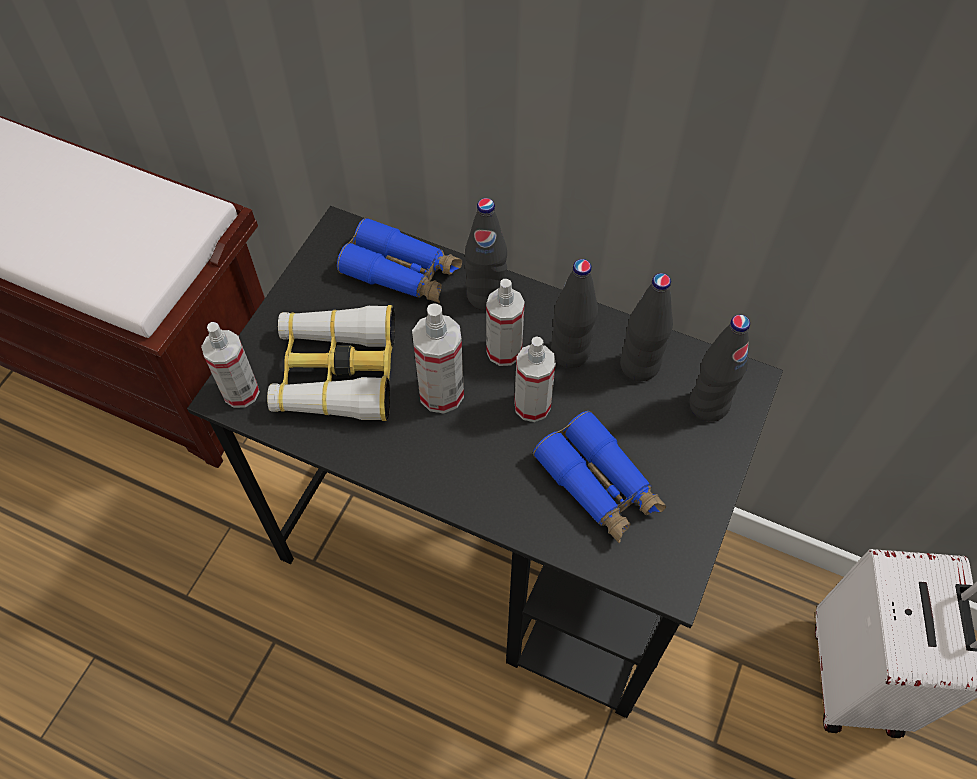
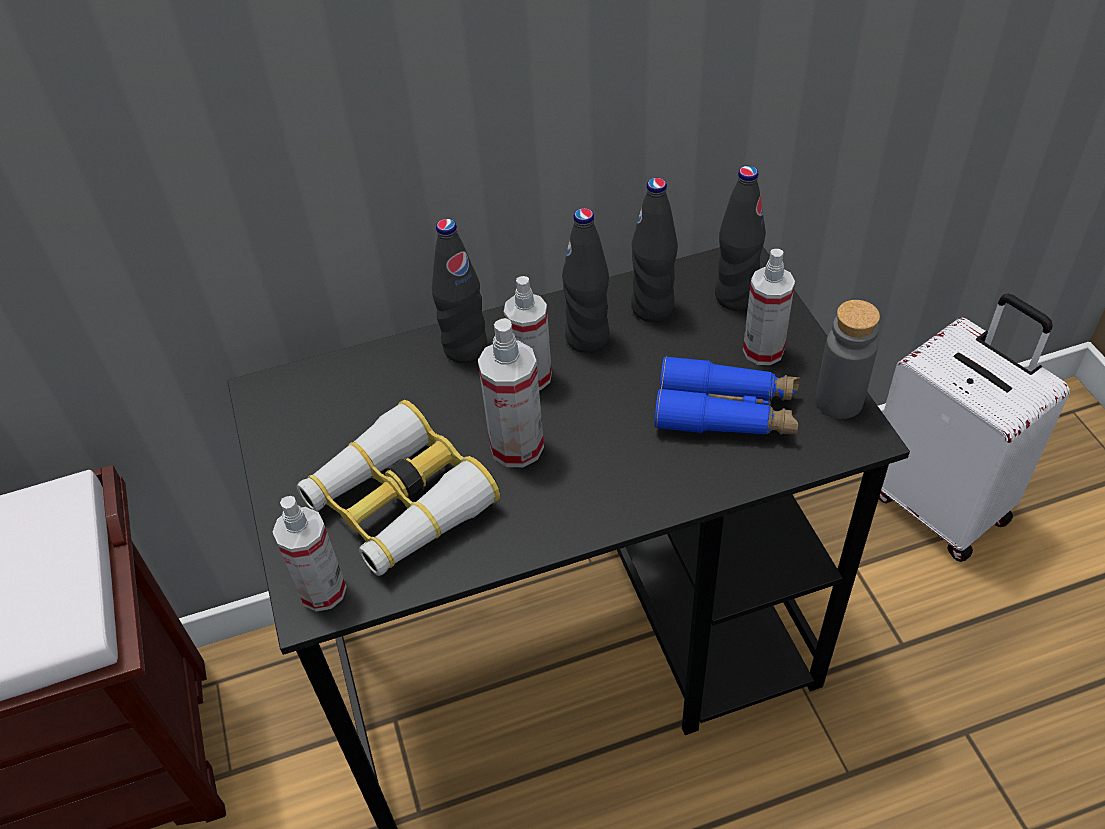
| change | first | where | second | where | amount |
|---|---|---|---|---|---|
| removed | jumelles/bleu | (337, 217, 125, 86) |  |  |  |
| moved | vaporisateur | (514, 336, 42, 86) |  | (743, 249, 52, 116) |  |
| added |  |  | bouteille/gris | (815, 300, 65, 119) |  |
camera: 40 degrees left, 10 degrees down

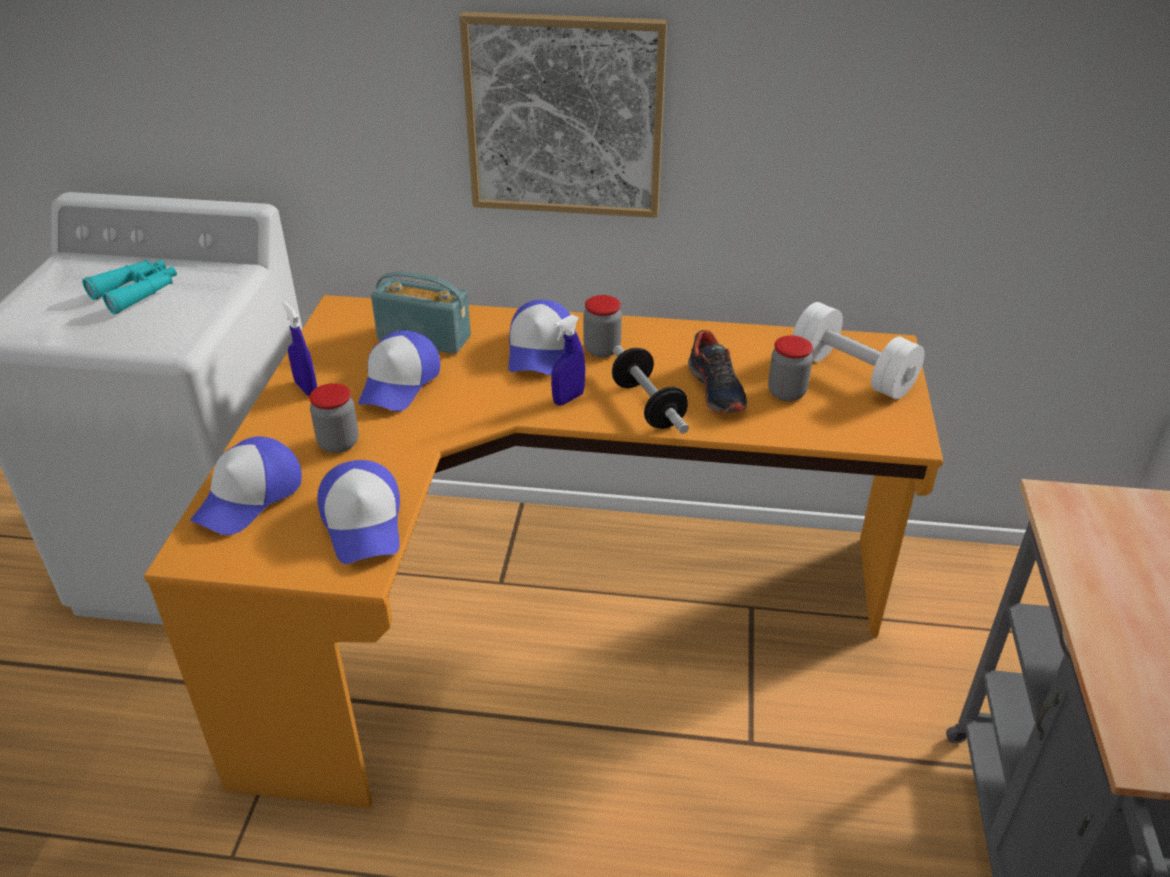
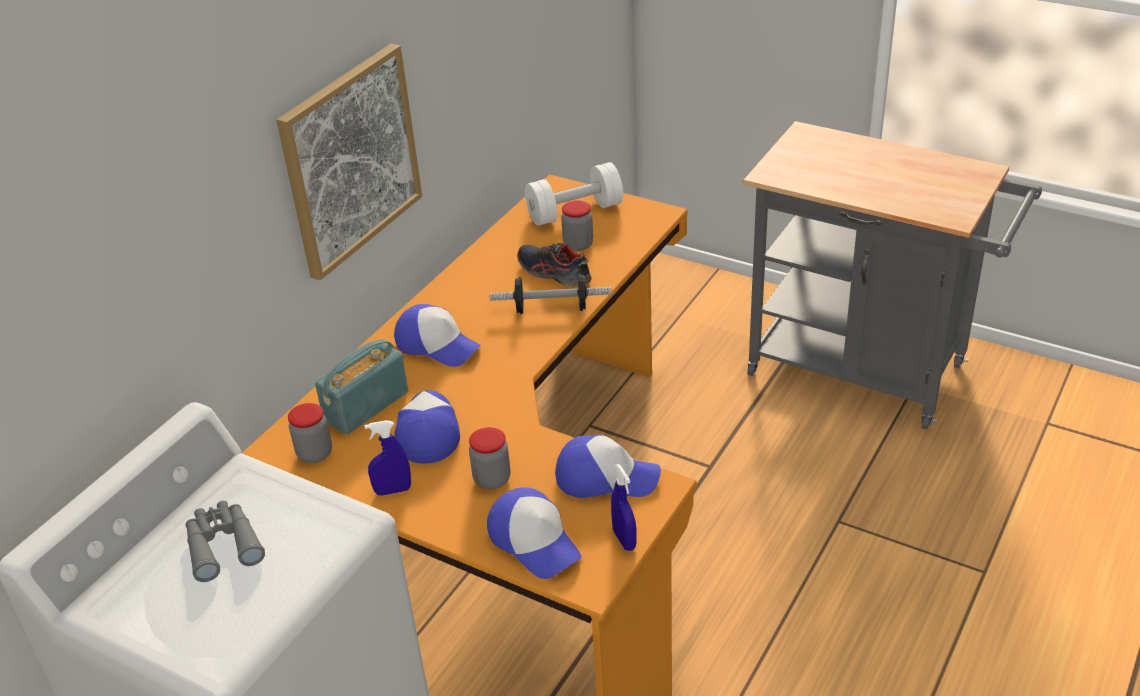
| change | first | where | second | where | amount |
|---|---|---|---|---|---|
| recoloured | jumelles/turquoise | (82, 260, 95, 55) | jumelles/gris | (186, 501, 79, 81) |  |
| turned | casquette | (358, 330, 82, 81) |  | (394, 390, 66, 74) | 135 degrees counterclockwise |
| moved | vaporisateur/bleu | (551, 315, 34, 90) |  | (611, 464, 26, 87) |  |
| moved | bocal | (584, 295, 38, 62) |  | (288, 403, 44, 60) |  |
| turned | chaussure | (688, 330, 59, 83) |  | (517, 243, 75, 43) | 150 degrees counterclockwise |
camera: 65 degrees left, 0 degrees up

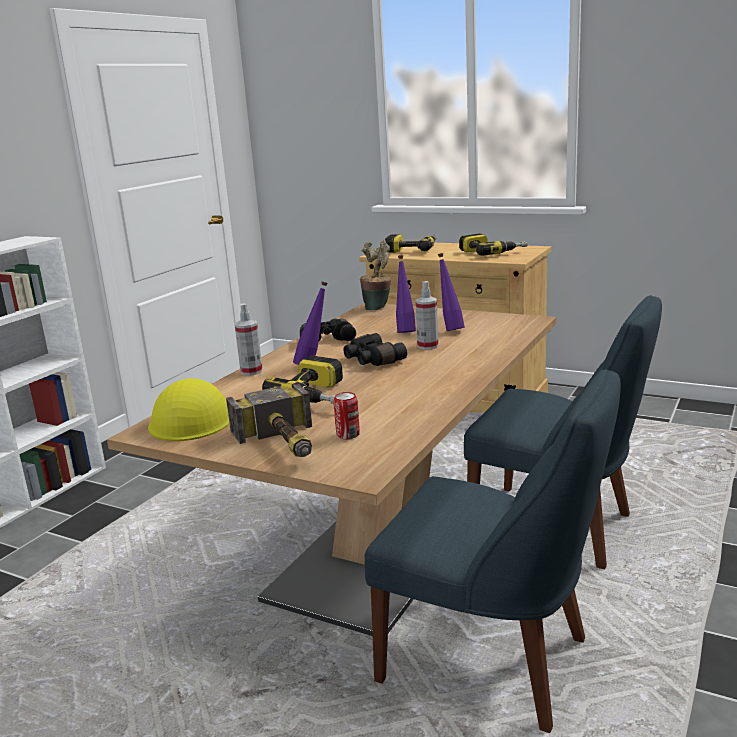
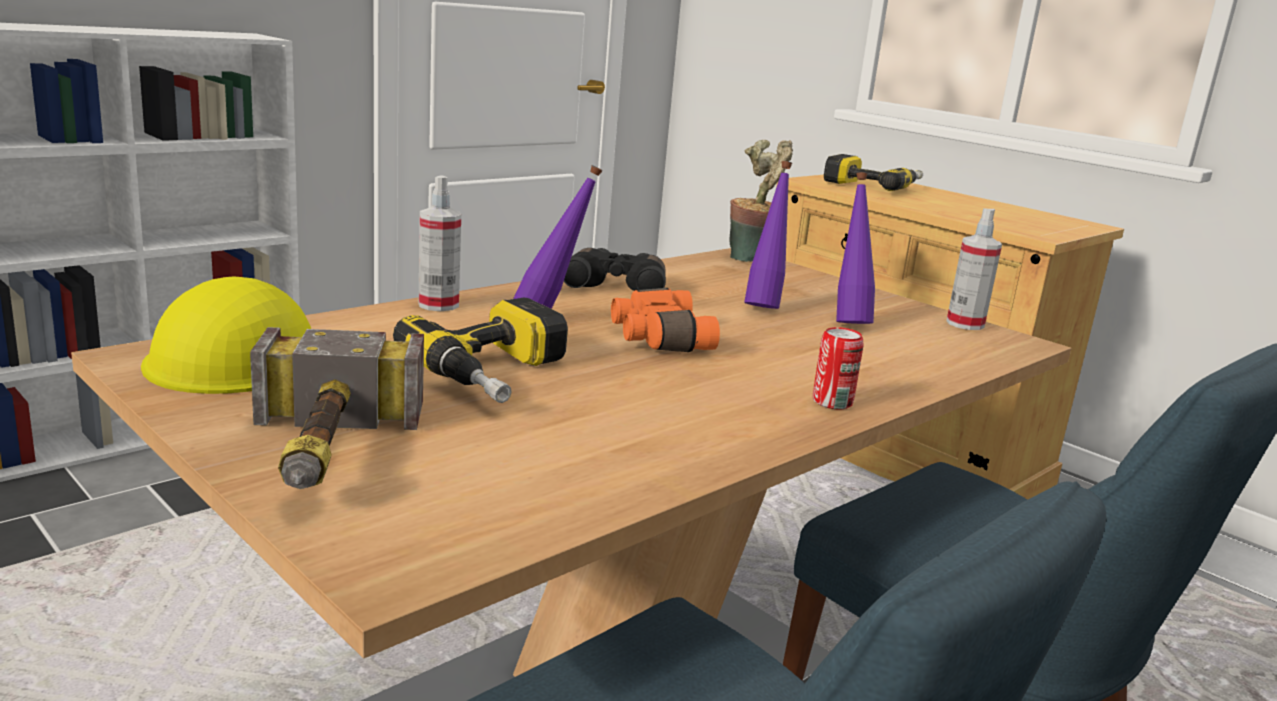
| change | first | where | second | where | amount |
|---|---|---|---|---|---|
| moved | boîte métallique | (334, 392, 26, 47) |  | (813, 327, 51, 82) |  |
| recoloured | jumelles/noir | (343, 333, 64, 33) | jumelles/orange | (611, 288, 109, 64) |  |
| moved | vaporisateur | (416, 281, 22, 69) |  | (946, 208, 56, 122) |  |
| removed | perceuse | (459, 233, 69, 23) |  |  |  |
camera: 15 degrees right, 0 degrees up

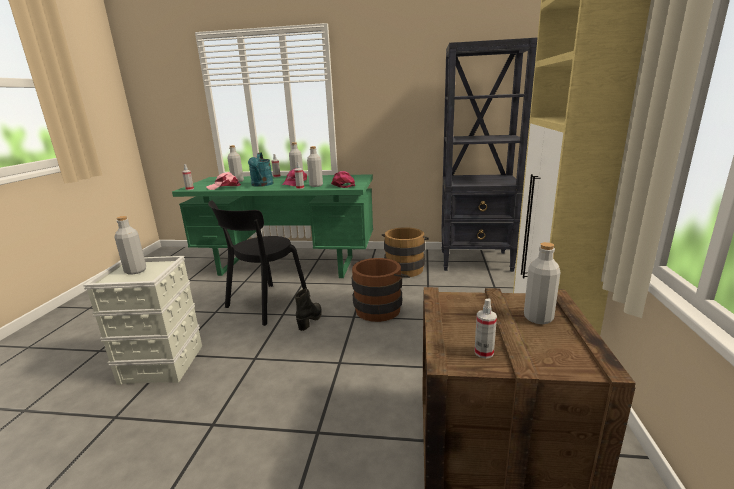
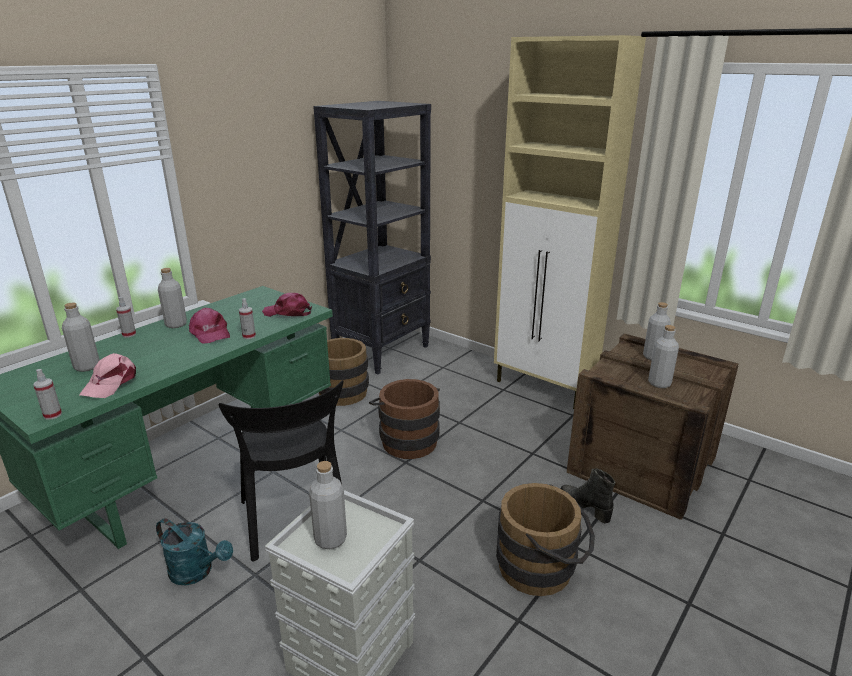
| change | first | where | second | where | amount |
|---|---|---|---|---|---|
| moved | arrosoir/turquoise | (248, 153, 26, 34) |  | (156, 518, 77, 67) |  |
| moved | botte/noir | (295, 289, 27, 42) |  | (560, 468, 56, 55) |  |
| moved | bouteille/gris | (307, 146, 16, 41) |  | (648, 325, 31, 63) |  |
| removed | vaporisateur | (474, 299, 23, 60) |  |  |  |
| added |  |  | seau/marron | (496, 483, 99, 113) |  |
camera: 60 degrees left, 5 degrees up

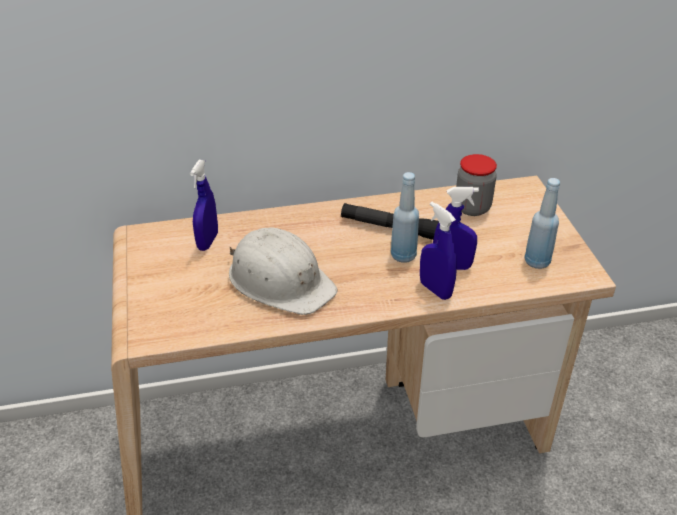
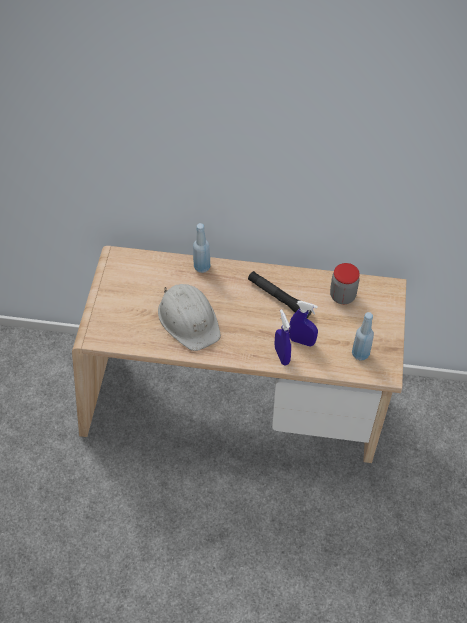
| change | first | where | second | where | amount |
|---|---|---|---|---|---|
| removed | vaporisateur/bleu | (190, 160, 28, 91) |  |  |  |
| moved | bouteille/bleu | (391, 172, 28, 91) |  | (193, 223, 18, 50) |  |
camera: 20 degrees right, 15 degrees up

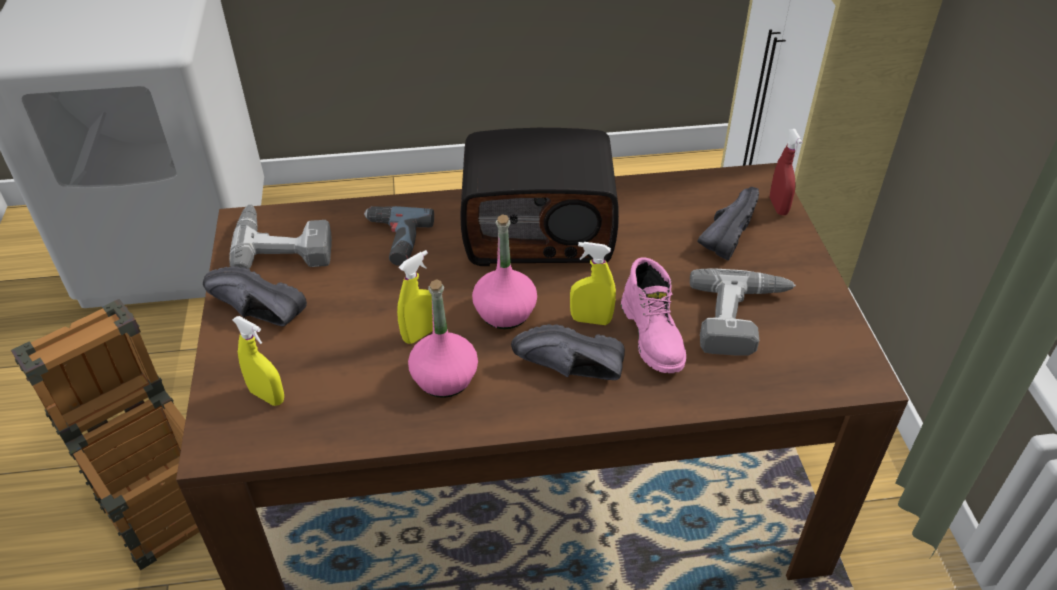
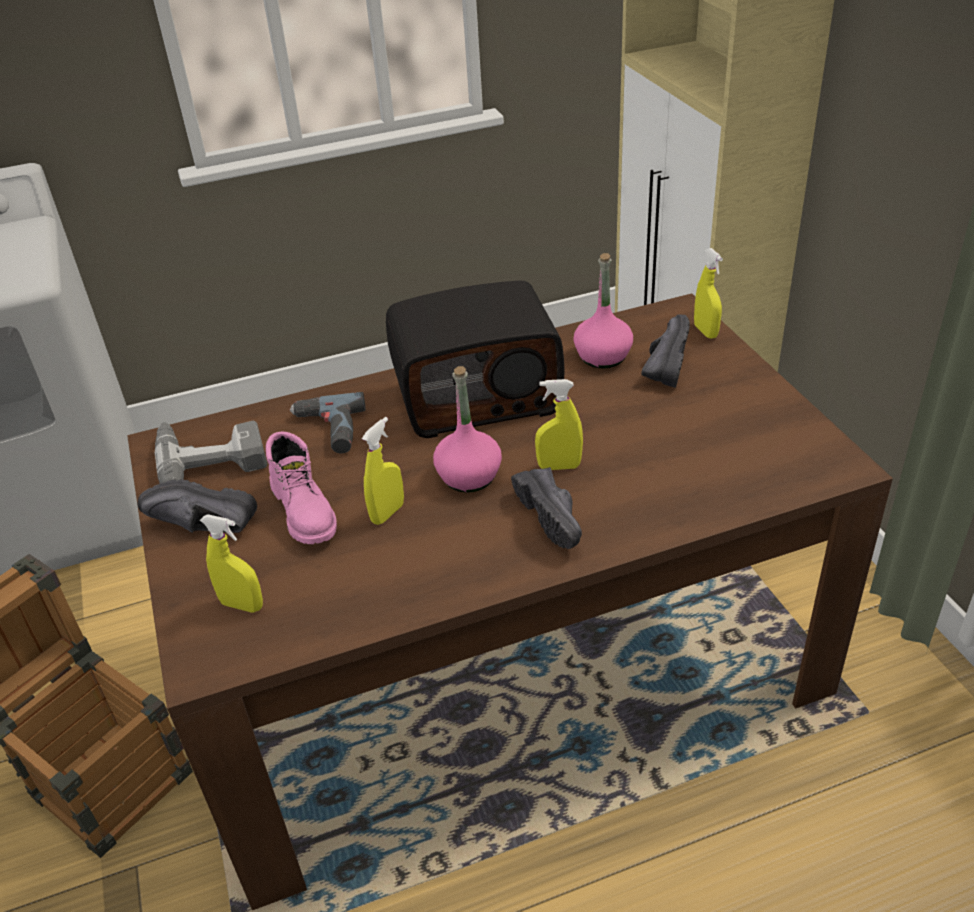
| change | first | where | second | where | amount |
|---|---|---|---|---|---|
| moved | bouteille/rose | (408, 279, 70, 119) |  | (573, 253, 60, 115) |  |
| turned | chaussure/noir | (511, 324, 114, 56) |  | (511, 467, 71, 82) | 105 degrees counterclockwise |
| moved | botte/rose | (621, 258, 65, 115) |  | (266, 432, 71, 112) |  |
| removed | perceuse | (690, 268, 106, 88) |  |  |  |
| recoloured | vaporisateur/rouge | (770, 129, 33, 86) | vaporisateur/jaune | (694, 248, 29, 91) |  |
camera: 10 degrees left, 5 degrees down

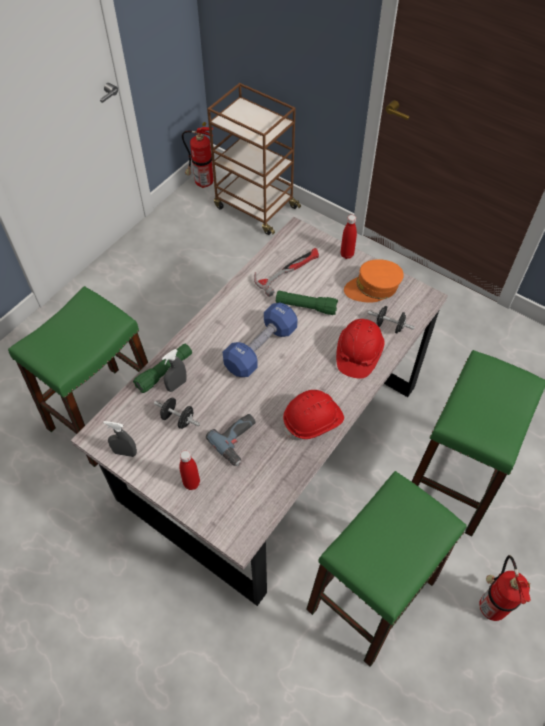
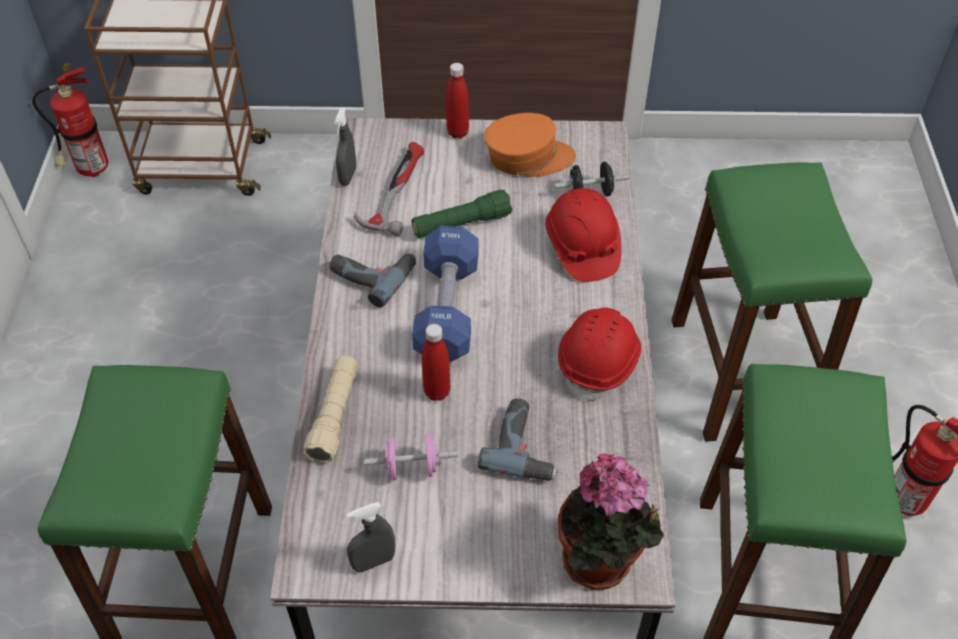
| change | first | where | second | where | amount |
|---|---|---|---|---|---|
| recoloured | lampe de poche/vert | (133, 344, 59, 49) | lampe de poche/beige | (304, 356, 54, 108) |  |
| recoloured | haltère/noir | (154, 398, 46, 31) | haltère/rose | (364, 434, 94, 46) |  |
| moved | vaporisateur/gris | (161, 349, 26, 43) |  | (334, 107, 22, 79) |  |
| moved | bouteille/rouge | (180, 450, 20, 40) |  | (422, 324, 28, 77) |  |
| turned | casquette/orange | (344, 259, 60, 44) |  | (484, 113, 92, 64) | 135 degrees counterclockwise |
| added |  |  | perceuse | (329, 253, 87, 55) |  |
| added |  |  | plante en pot | (558, 453, 106, 137) |  |
camera: 35 degrees left, 5 degrees down

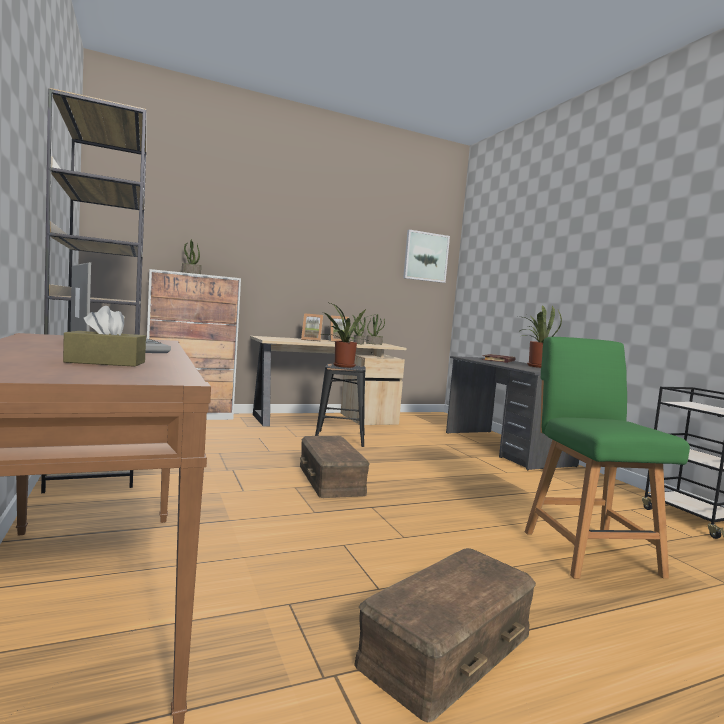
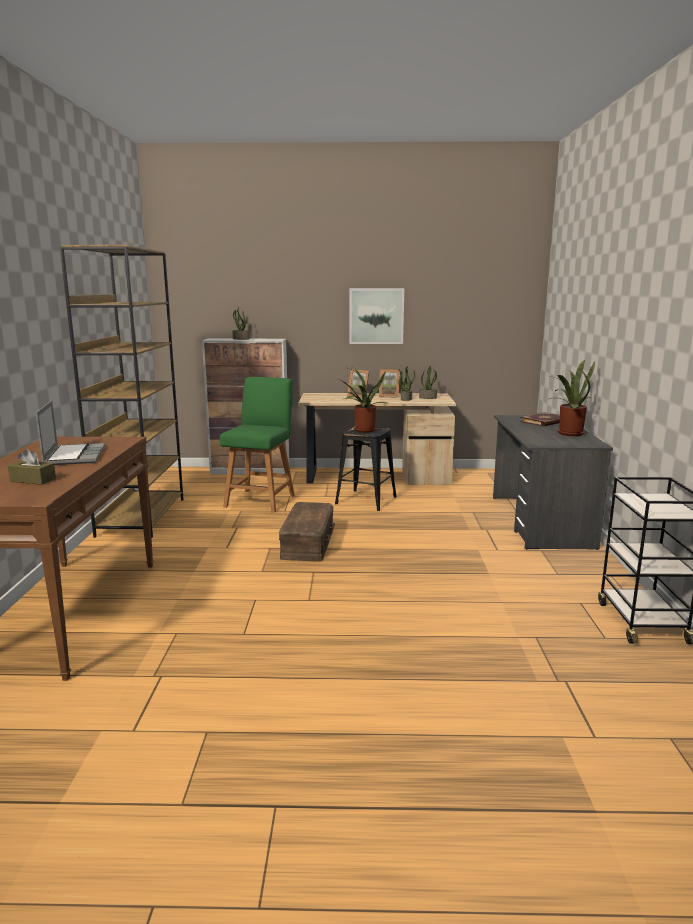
| change | first | where | second | where | amount |
|---|---|---|---|---|---|
| removed | boîte de rangement/marron | (354, 548, 182, 175) |  |  |  |
| moved | tableau | (403, 230, 47, 53) |  | (349, 288, 55, 56) |  |
| moved | chaise/vert | (525, 337, 165, 242) |  | (220, 377, 75, 136) |  |
camera: 25 degrees right, 10 degrees up

